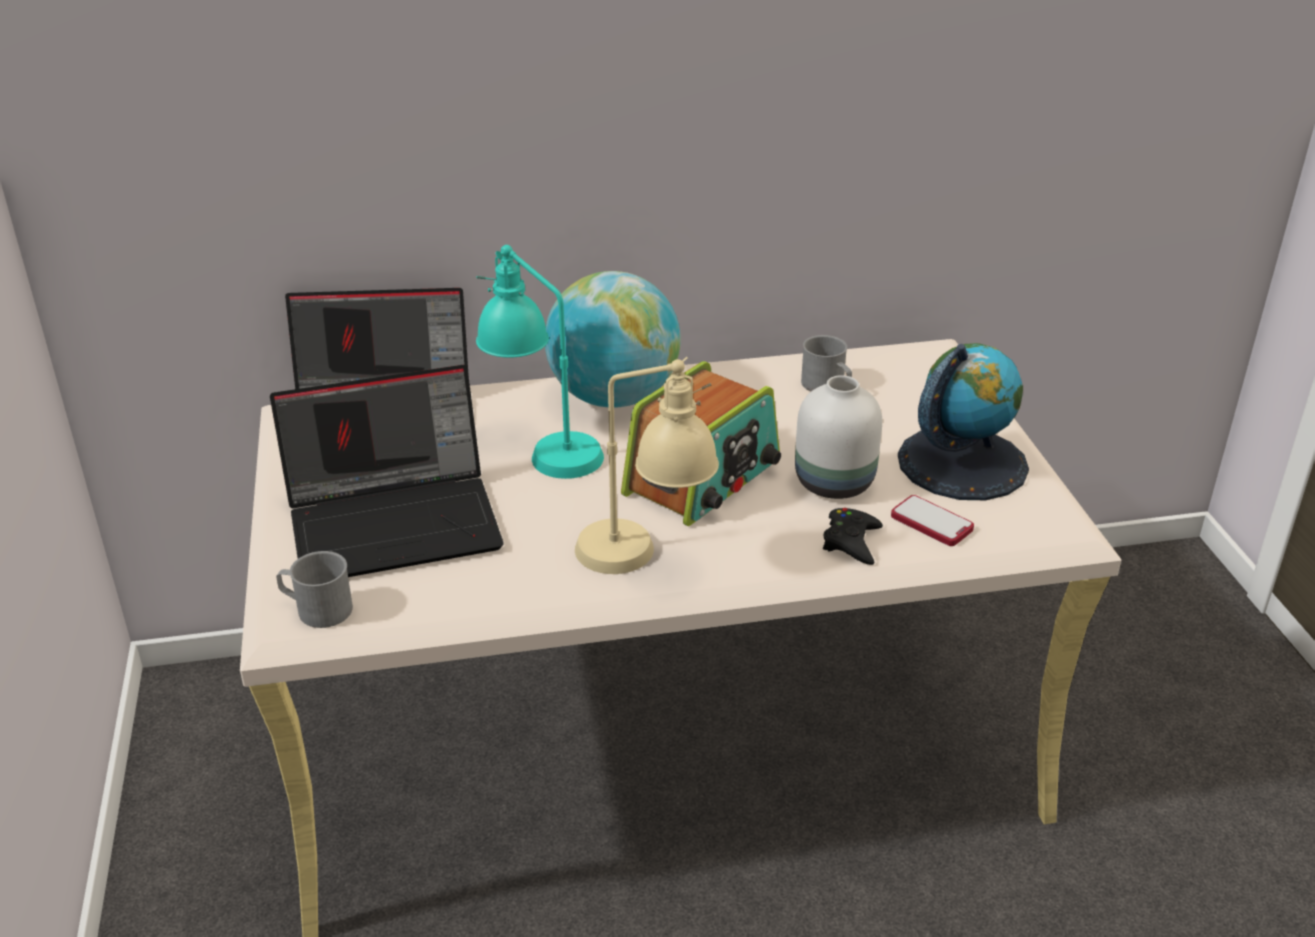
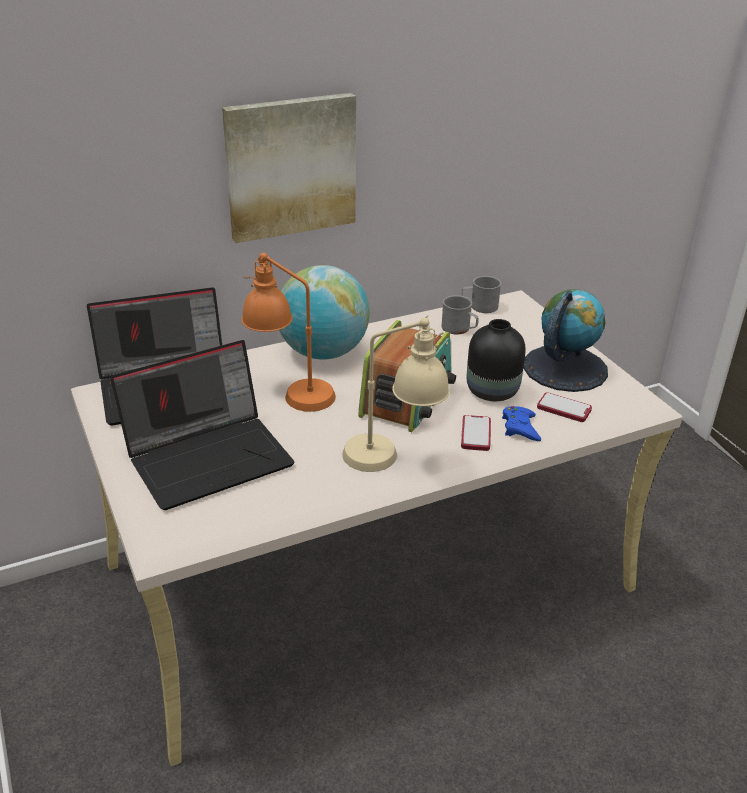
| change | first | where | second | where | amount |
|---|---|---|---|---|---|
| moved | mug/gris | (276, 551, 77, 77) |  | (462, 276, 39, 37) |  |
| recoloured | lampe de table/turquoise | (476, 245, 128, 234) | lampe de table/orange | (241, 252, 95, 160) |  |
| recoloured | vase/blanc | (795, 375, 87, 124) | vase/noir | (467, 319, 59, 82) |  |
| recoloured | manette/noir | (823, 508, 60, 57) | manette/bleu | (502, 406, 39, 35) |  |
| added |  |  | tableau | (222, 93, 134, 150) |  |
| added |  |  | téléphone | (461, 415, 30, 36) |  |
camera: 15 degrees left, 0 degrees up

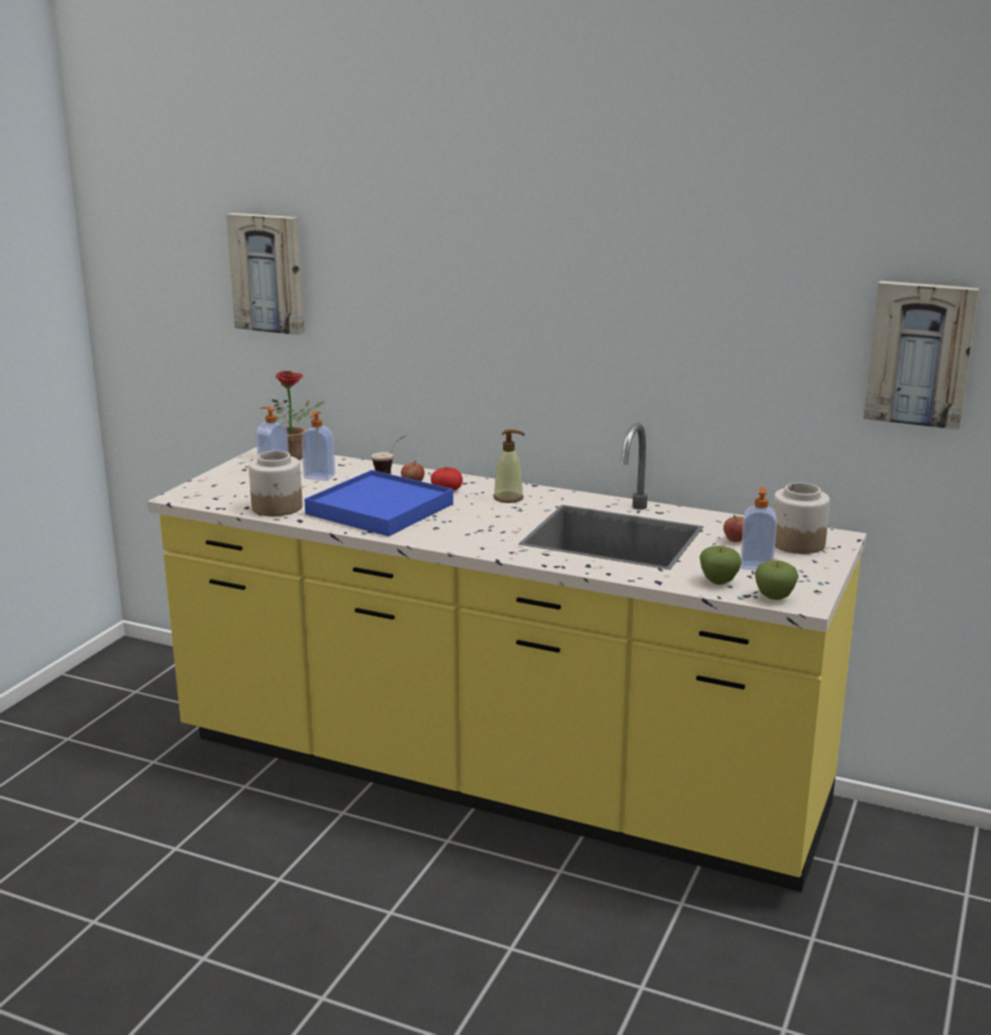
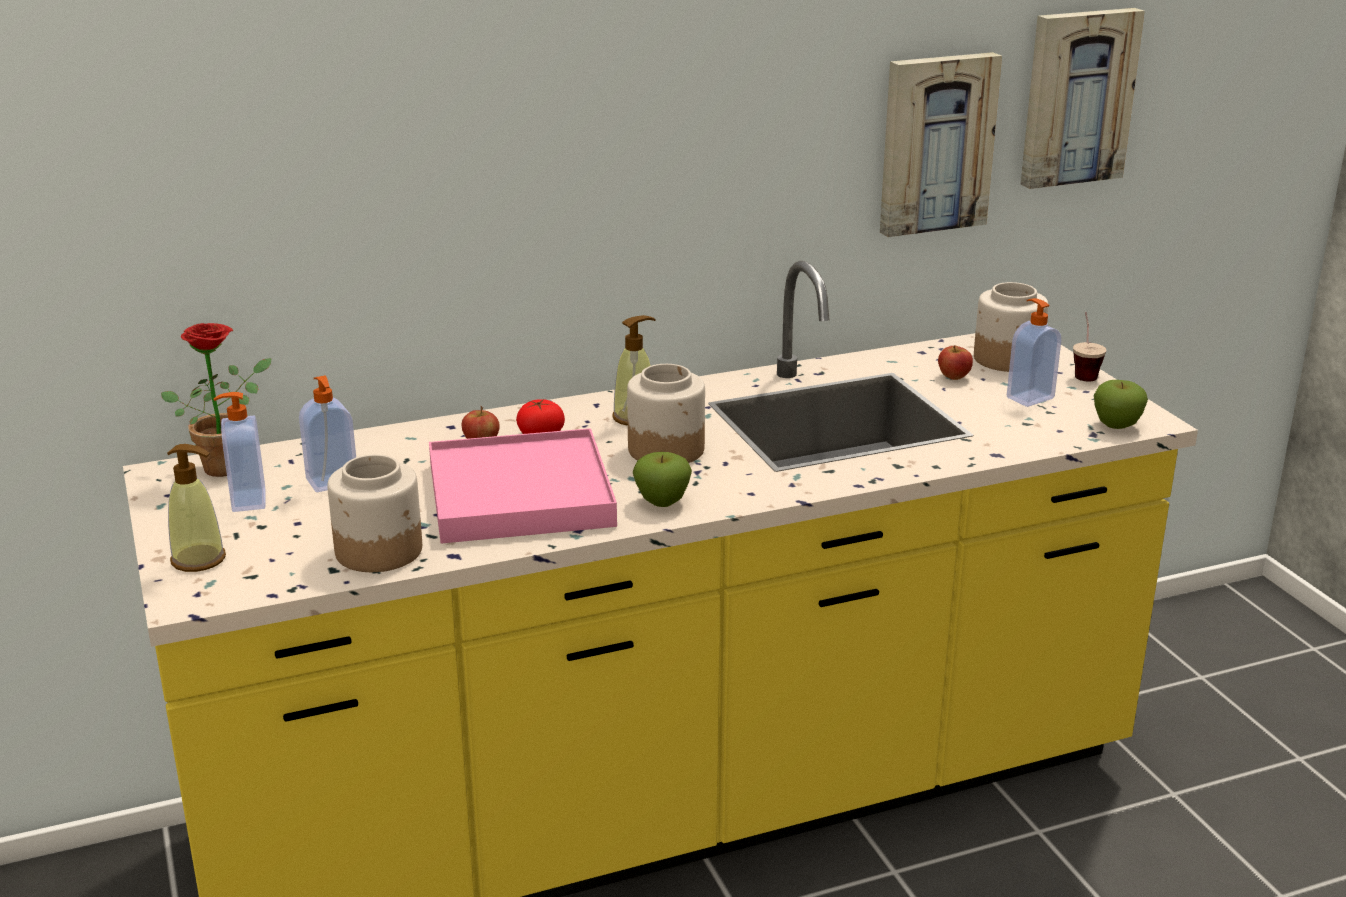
| change | first | where | second | where | amount |
|---|---|---|---|---|---|
| moved | tableau | (226, 213, 79, 122) |  | (880, 52, 122, 185) |  |
| recoloured | plateau/bleu | (304, 470, 149, 66) | plateau/rose | (429, 428, 188, 116) |  |
| moved | tasse | (371, 435, 35, 39) |  | (1073, 312, 34, 69) |  |
| moved | pomme | (699, 545, 43, 40) |  | (633, 452, 59, 55) |  |
| added |  |  | distributeur de savon | (167, 444, 59, 128) |  |
| added |  |  | bocal | (627, 364, 78, 99) |  |
camera: 45 degrees left, 5 degrees up

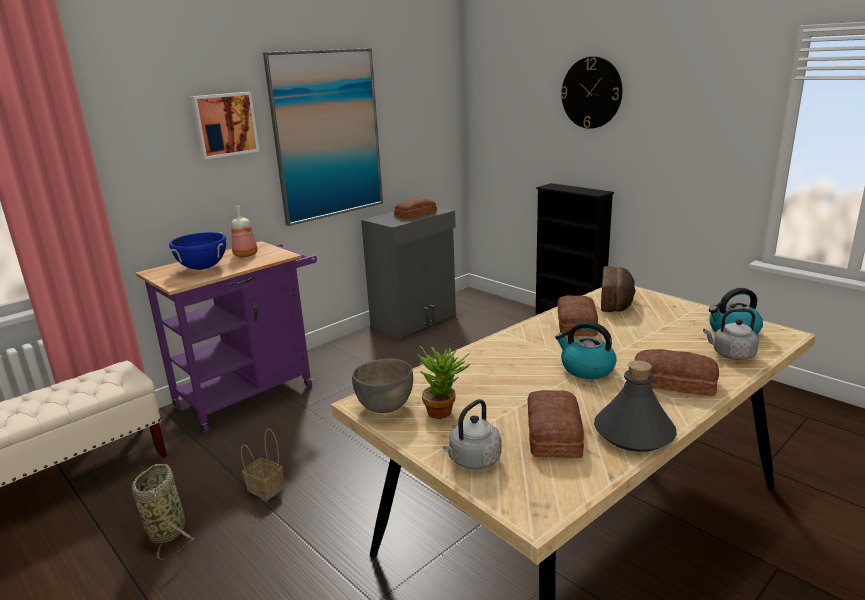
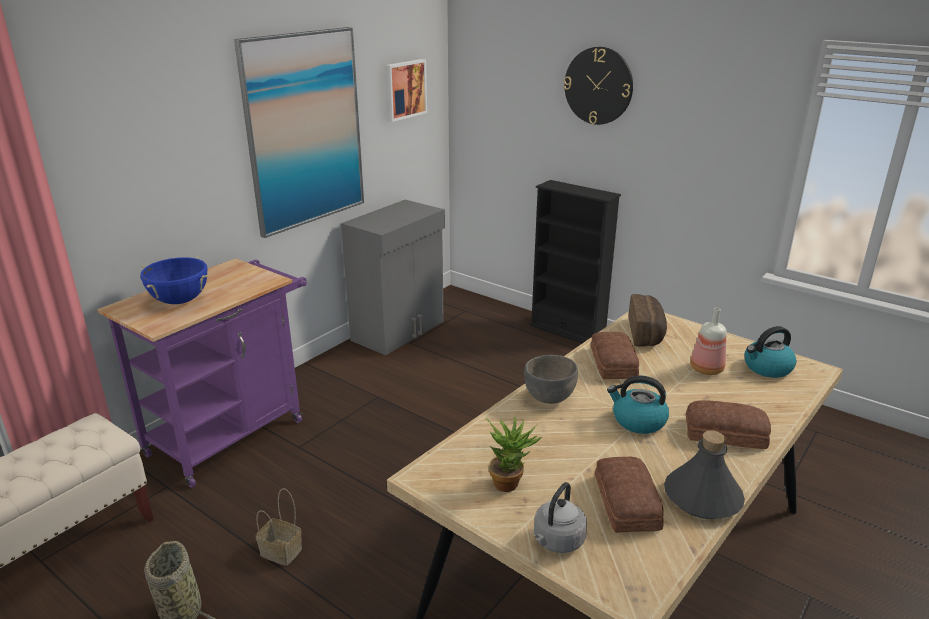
| change | first | where | second | where | amount |
|---|---|---|---|---|---|
| moved | tableau | (191, 92, 68, 67) |  | (385, 59, 42, 63) |  |
| moved | bouteille | (231, 206, 27, 51) |  | (690, 308, 36, 67) |  |
| moved | bol/gris | (352, 359, 61, 54) |  | (524, 355, 54, 49) |  |
| removed | pain | (394, 198, 43, 21) |  |  |  |
| removed | bouilloire/gris | (703, 309, 56, 51) |  |  |  |
camera: 10 degrees left, 5 degrees up

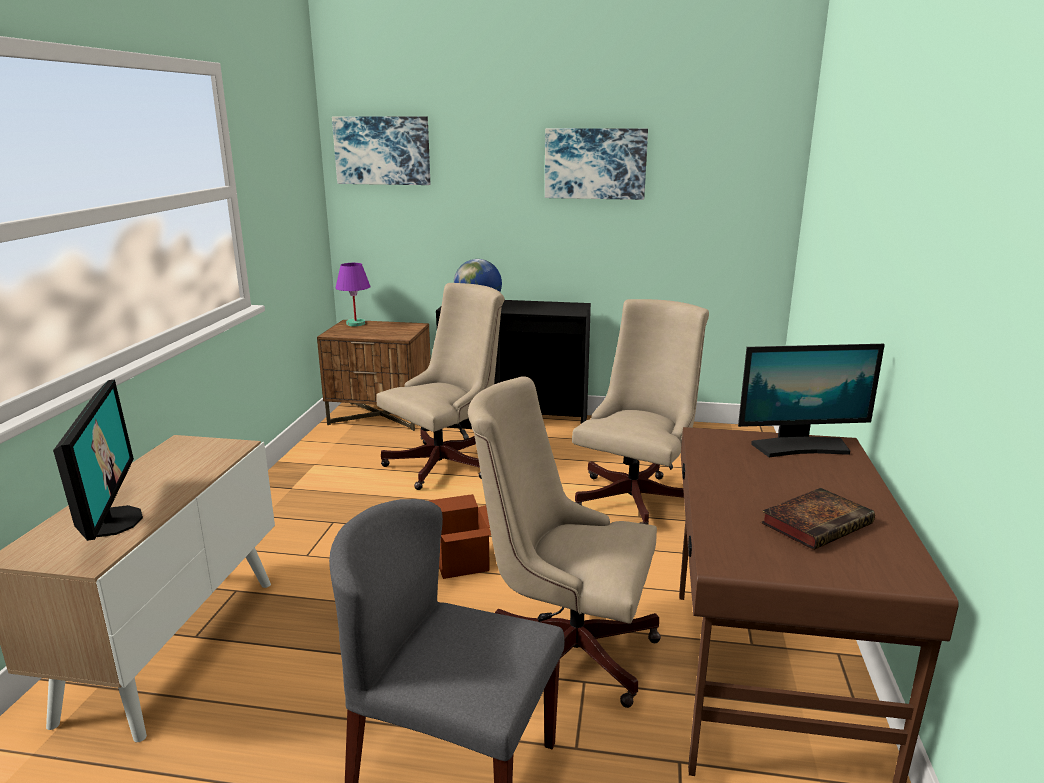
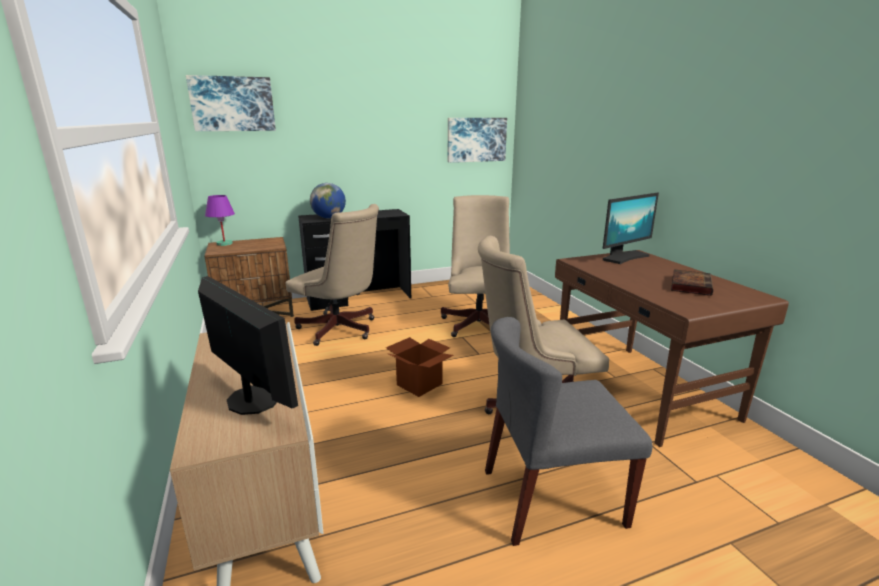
| change | first | where | second | where | amount |
|---|---|---|---|---|---|
| turned | chaise de bureau/beige | (376, 283, 129, 207) |  | (285, 204, 94, 142) | 105 degrees clockwise |
| moved | tableau | (545, 128, 103, 72) |  | (448, 118, 59, 45) |  |
camera: 30 degrees left, 0 degrees up

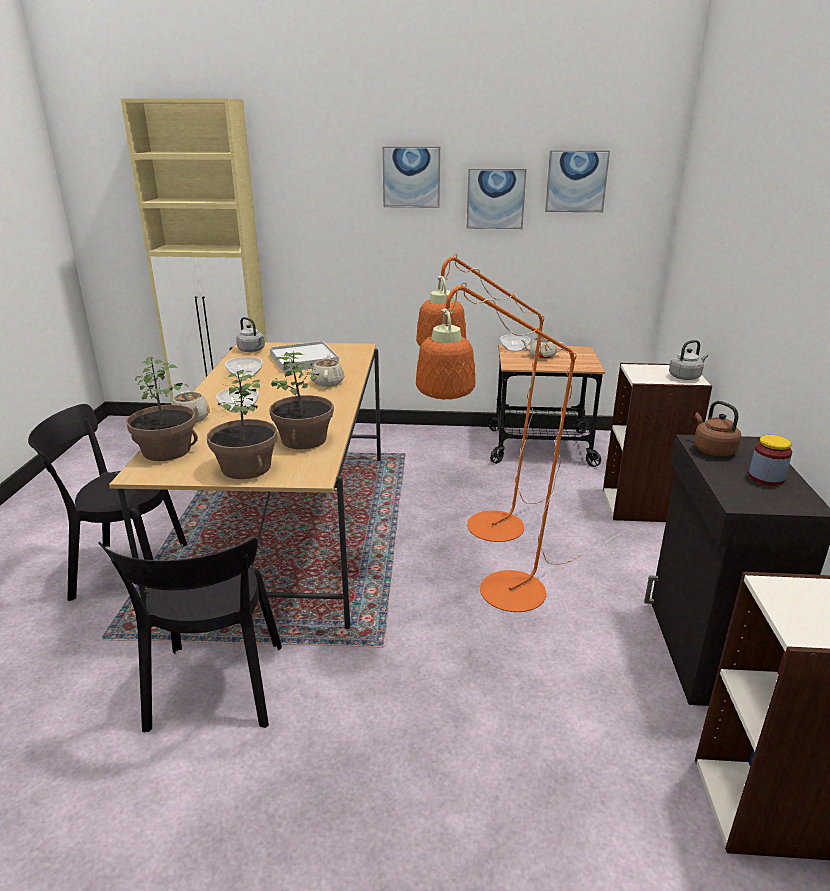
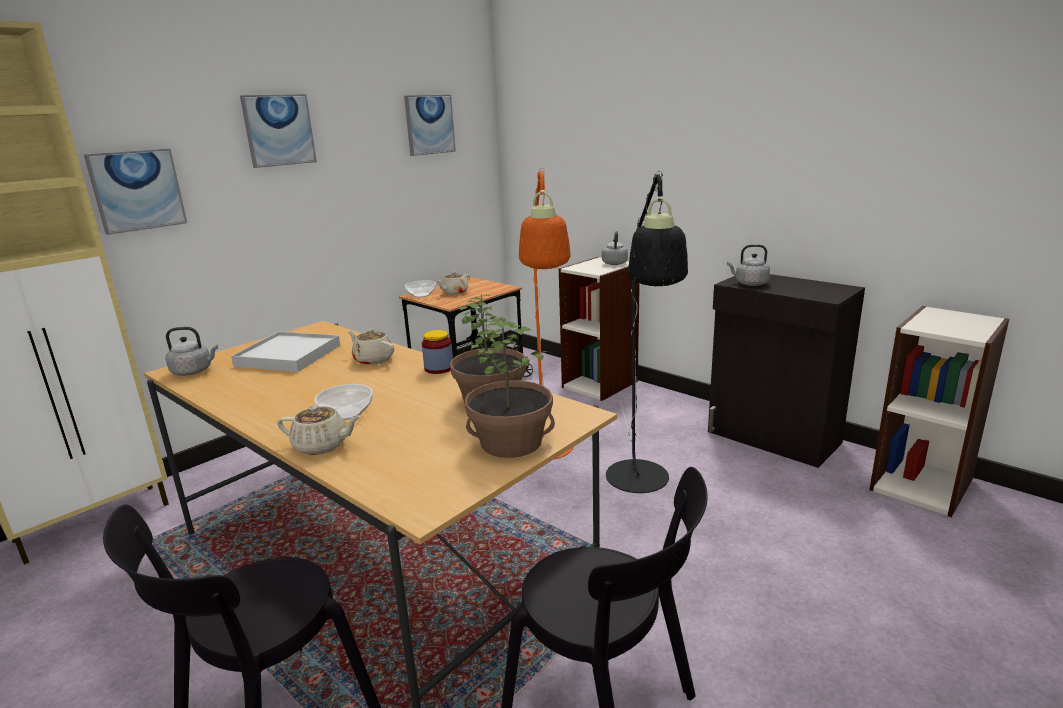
| change | first | where | second | where | amount |
|---|---|---|---|---|---|
| removed | plante en pot | (126, 357, 72, 104) |  |  |  |
| removed | bol | (225, 357, 38, 21) |  |  |  |
| recoloured | lampadaire/orange | (416, 282, 211, 330) | lampadaire/noir | (606, 170, 82, 323) |  |
| moved | tableau | (467, 168, 60, 61) |  | (84, 149, 103, 86) |  |
| recoloured | bouilloire/marron | (694, 401, 47, 55) | bouilloire/gris | (727, 244, 43, 42) |  |
| moved | bocal | (749, 435, 43, 51) |  | (422, 330, 31, 44) |  |
camera: 50 degrees left, 5 degrees down

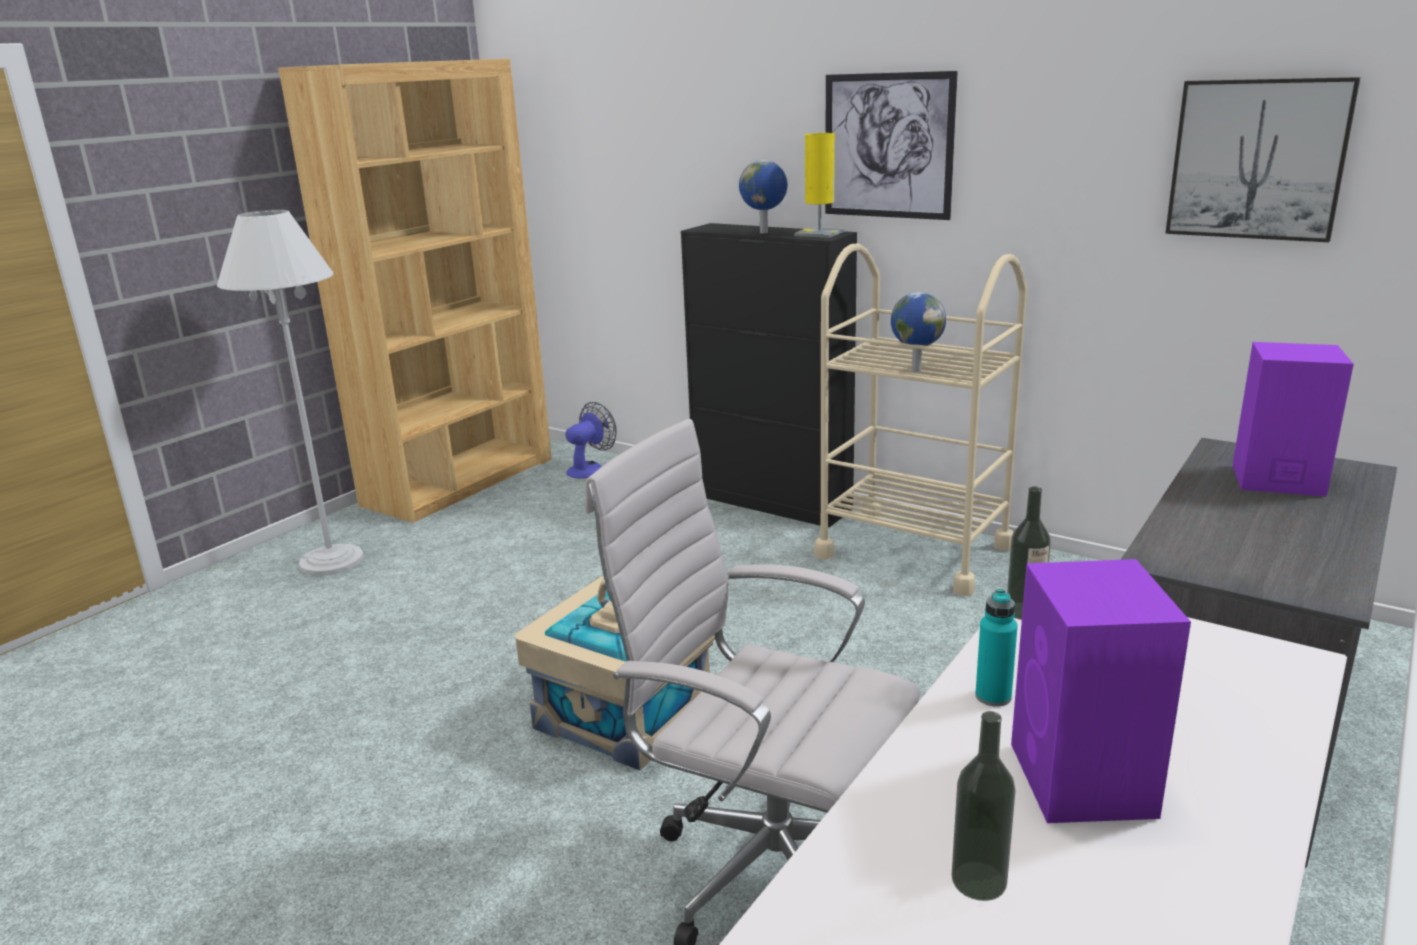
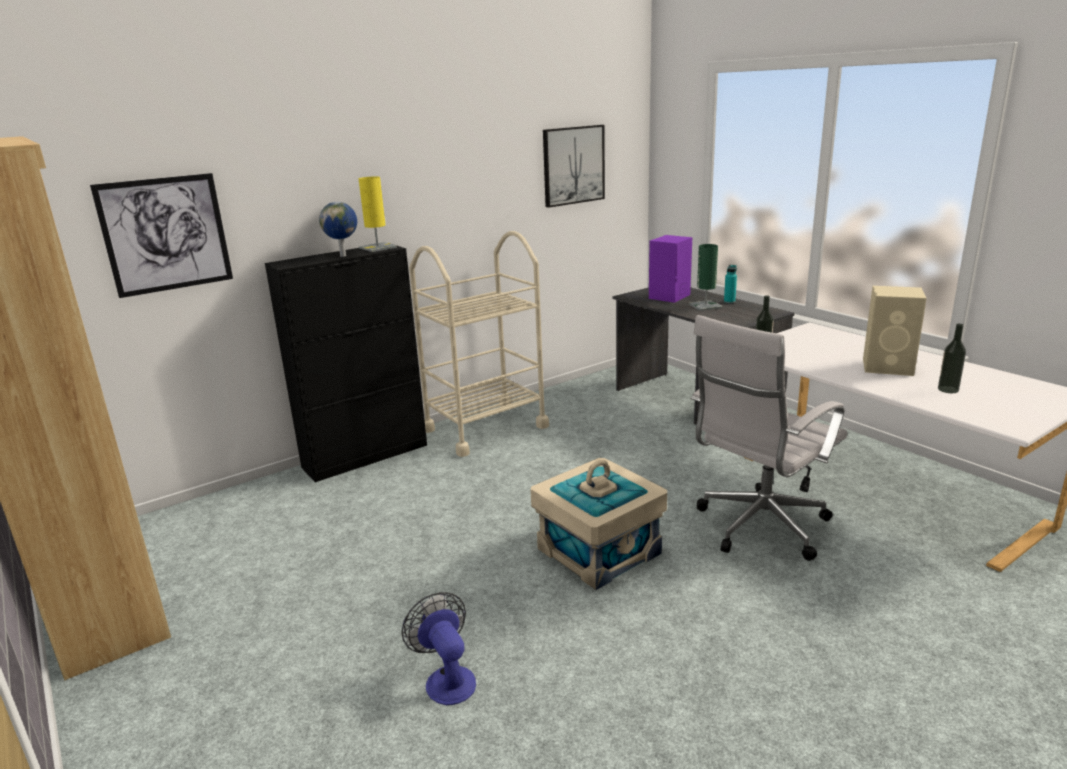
| change | first | where | second | where | amount |
|---|---|---|---|---|---|
| removed | lampadaire/blanc | (217, 210, 147, 366) |  |  |  |
| moved | ventilateur | (565, 402, 52, 77) |  | (401, 592, 75, 113) |  |
| moved | tableau | (825, 71, 133, 149) |  | (90, 173, 143, 125) |  |
| removed | globe | (891, 292, 55, 80) |  |  |  |
| moved | bouteille/turquoise | (975, 589, 43, 118) |  | (724, 265, 13, 38) |  |
| recoloured | enceinte/violet | (1011, 559, 180, 264) | enceinte/beige | (863, 286, 64, 90) |  |
| added |  |  | lampe de table/vert | (689, 244, 34, 67) |  |
camera: 70 degrees left, 0 degrees up

